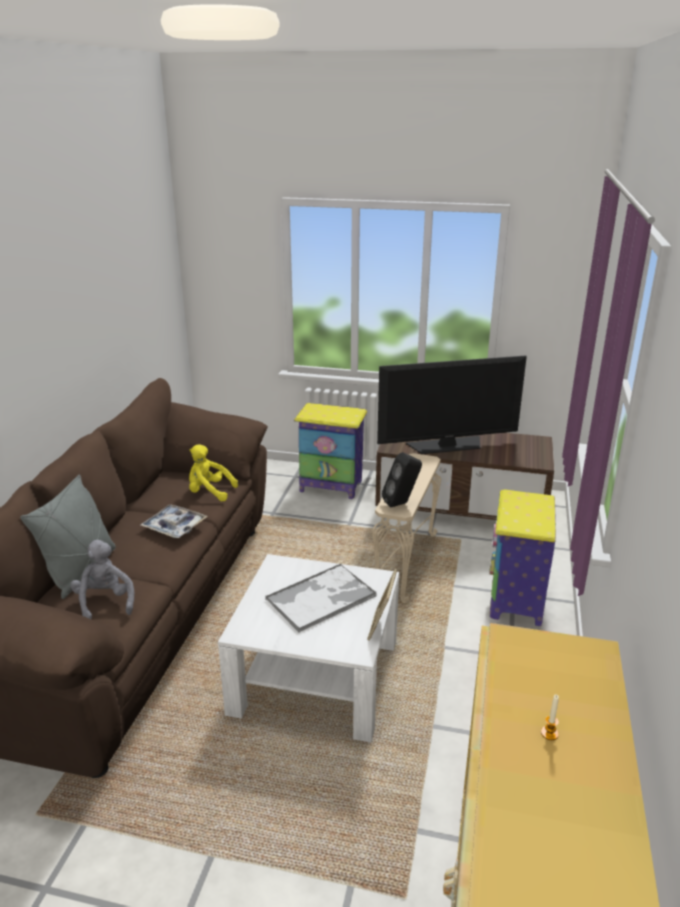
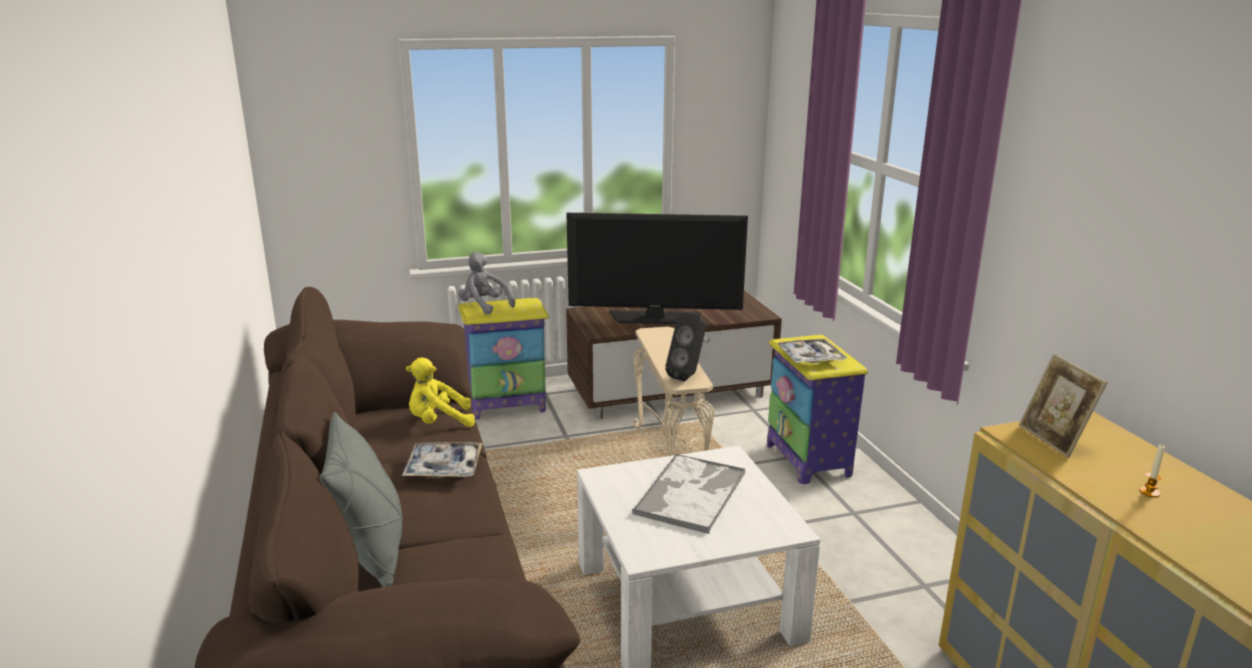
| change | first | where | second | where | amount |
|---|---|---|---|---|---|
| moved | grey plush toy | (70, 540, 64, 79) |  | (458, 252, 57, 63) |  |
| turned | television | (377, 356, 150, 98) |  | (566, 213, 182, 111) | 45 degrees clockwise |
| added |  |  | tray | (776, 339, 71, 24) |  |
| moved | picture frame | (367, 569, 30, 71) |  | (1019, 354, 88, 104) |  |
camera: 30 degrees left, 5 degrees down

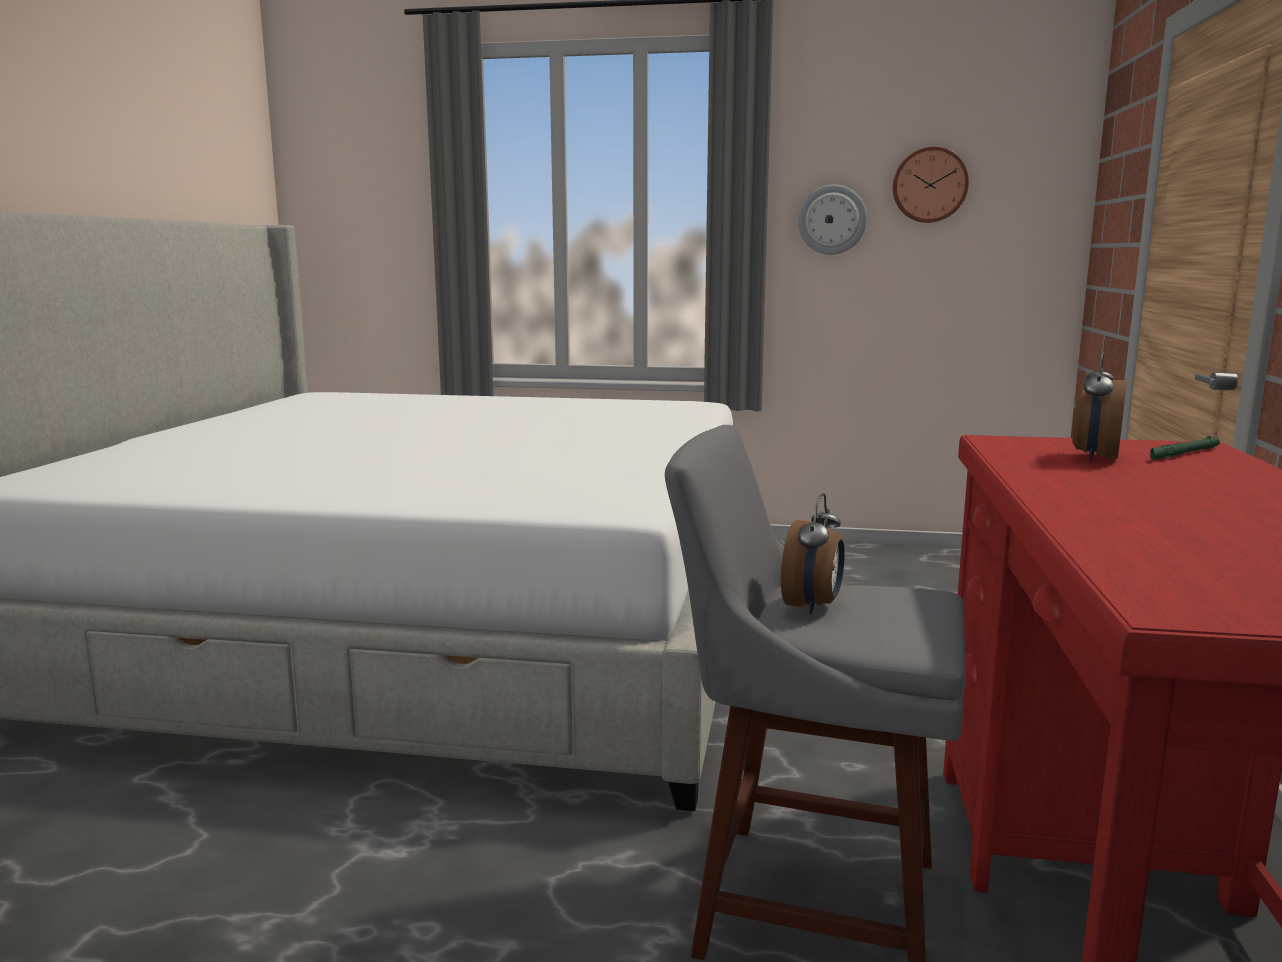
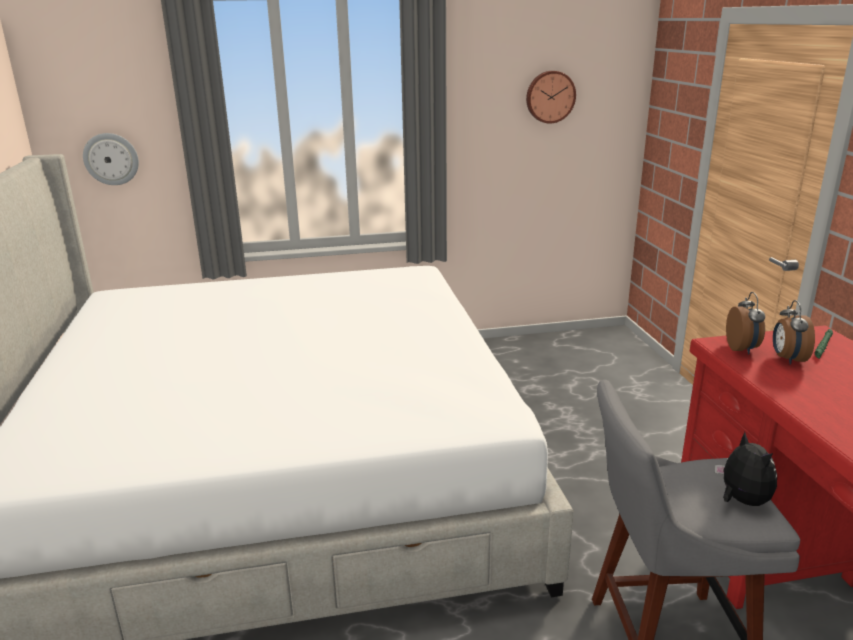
| change | first | where | second | where | amount |
|---|---|---|---|---|---|
| moved | wall clock | (798, 185, 69, 70) |  | (83, 133, 56, 52) |  |
| added |  |  | plush toy | (715, 432, 62, 74) |  |
| moved | alarm clock | (781, 493, 64, 122) |  | (726, 292, 39, 62) |  |
camera: 20 degrees left, 10 degrees up

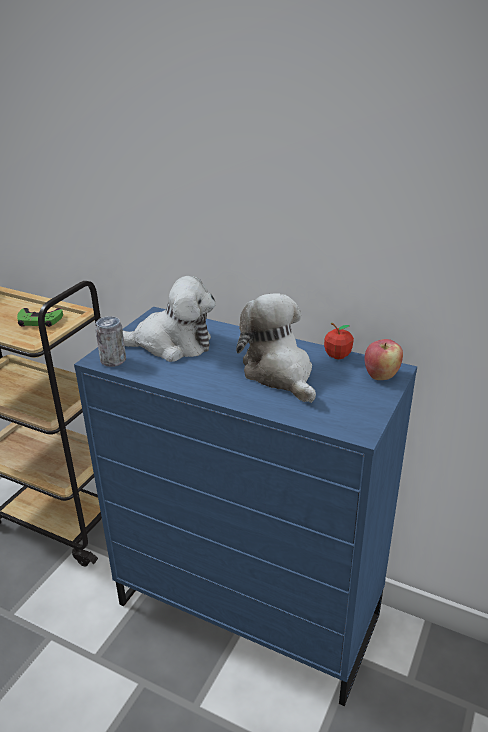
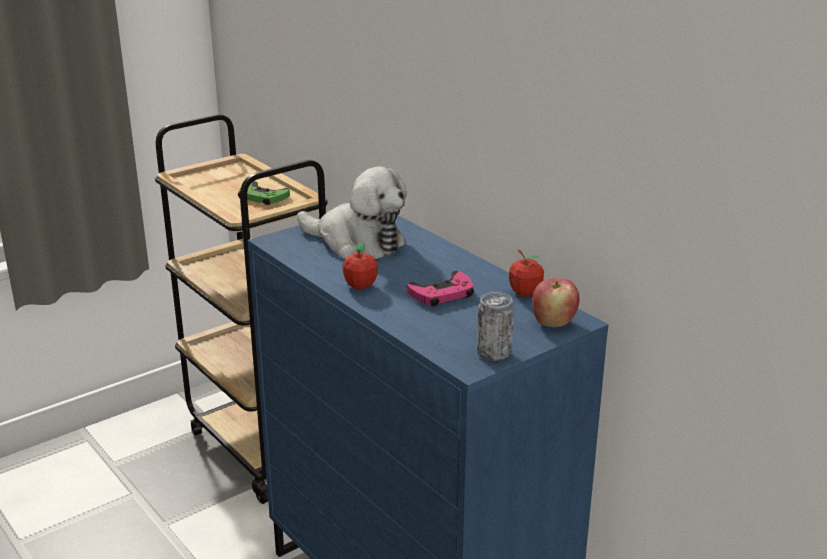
| change | first | where | second | where | amount |
|---|---|---|---|---|---|
| added |  |  | apple | (342, 243, 36, 47) |  |
| replaced | plush toy | (236, 293, 80, 110) | pink game controller | (407, 271, 67, 35) |  |
| moved | can | (95, 316, 31, 51) |  | (477, 292, 37, 69) |  |
camera: 25 degrees right, 5 degrees down

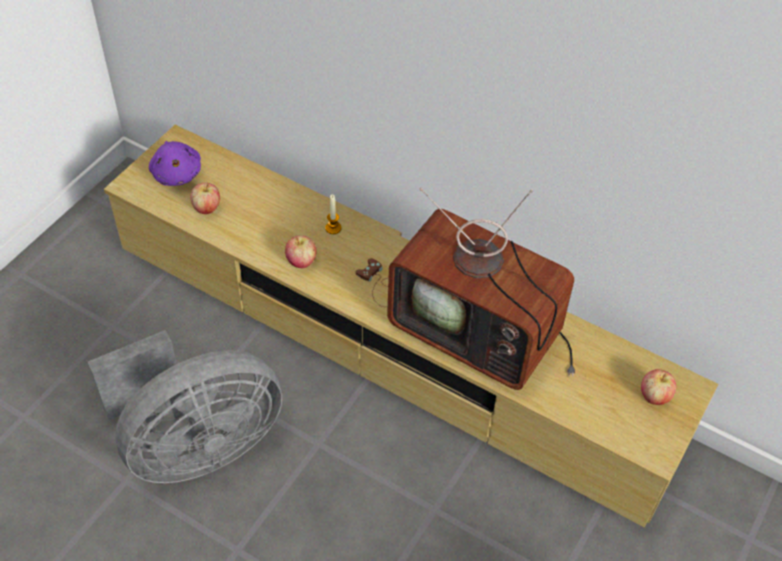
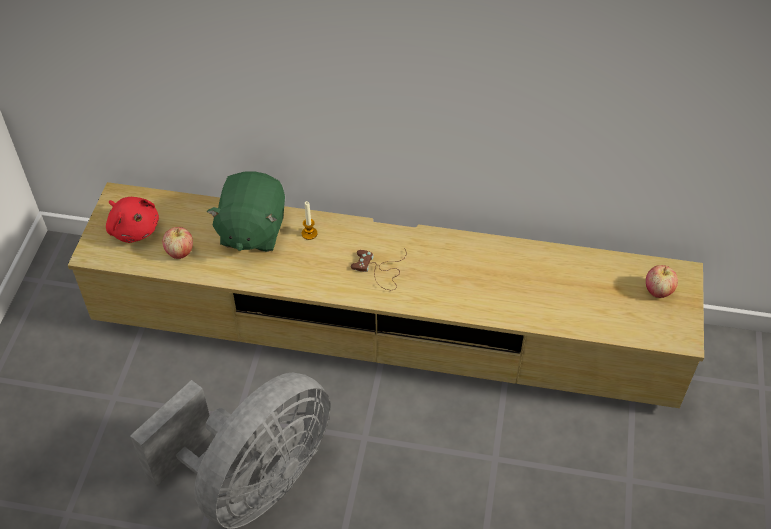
| change | first | where | second | where | amount |
|---|---|---|---|---|---|
| recoloured | purple plush toy | (149, 141, 52, 45) | red plush toy | (106, 197, 53, 46) |  |
| added |  |  | green plush toy | (207, 172, 78, 80) |  |
| removed | apple | (285, 236, 31, 32) |  |  |  |
| removed | television | (387, 188, 188, 202) |  |  |  |
camera: 20 degrees left, 0 degrees up

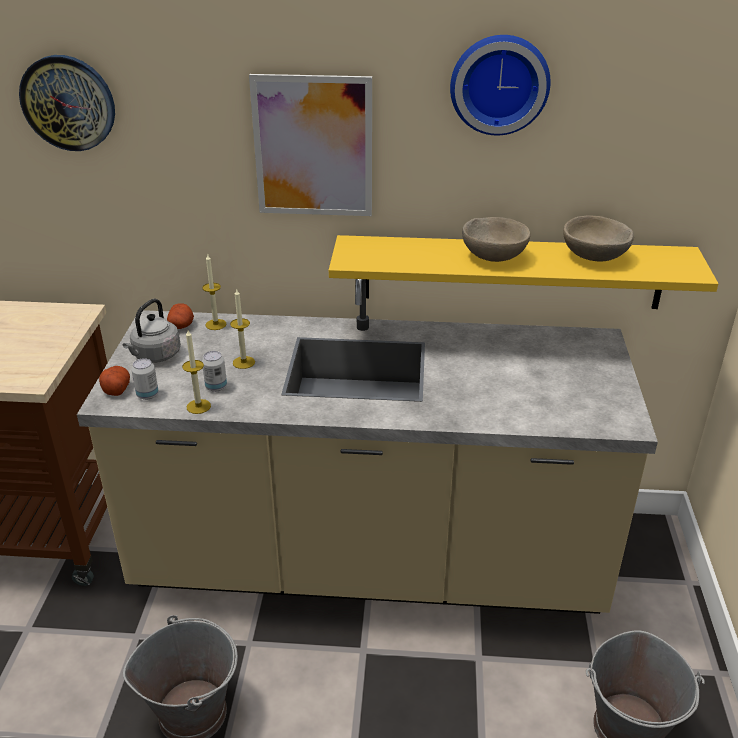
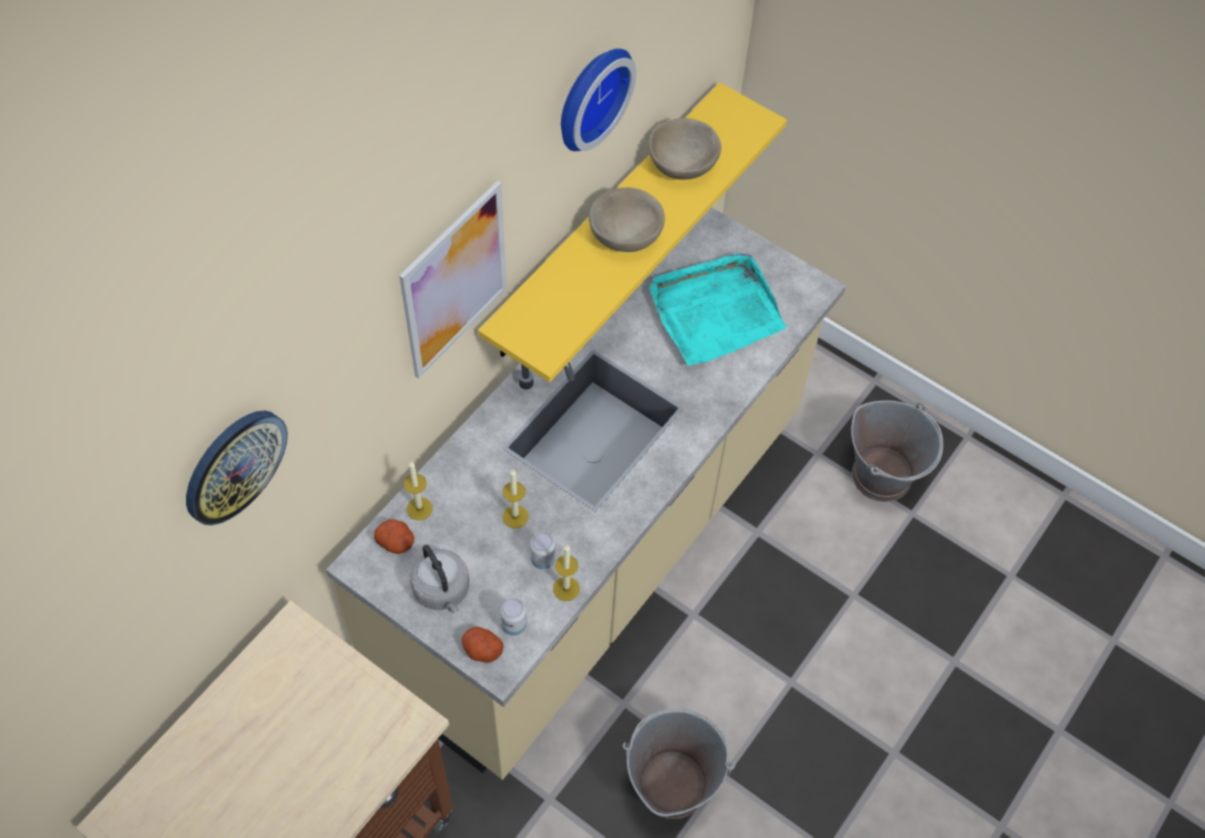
| change | first | where | second | where | amount |
|---|---|---|---|---|---|
| added |  |  | turquoise tray | (649, 253, 137, 113) |  |
camera: 60 degrees left, 25 degrees up

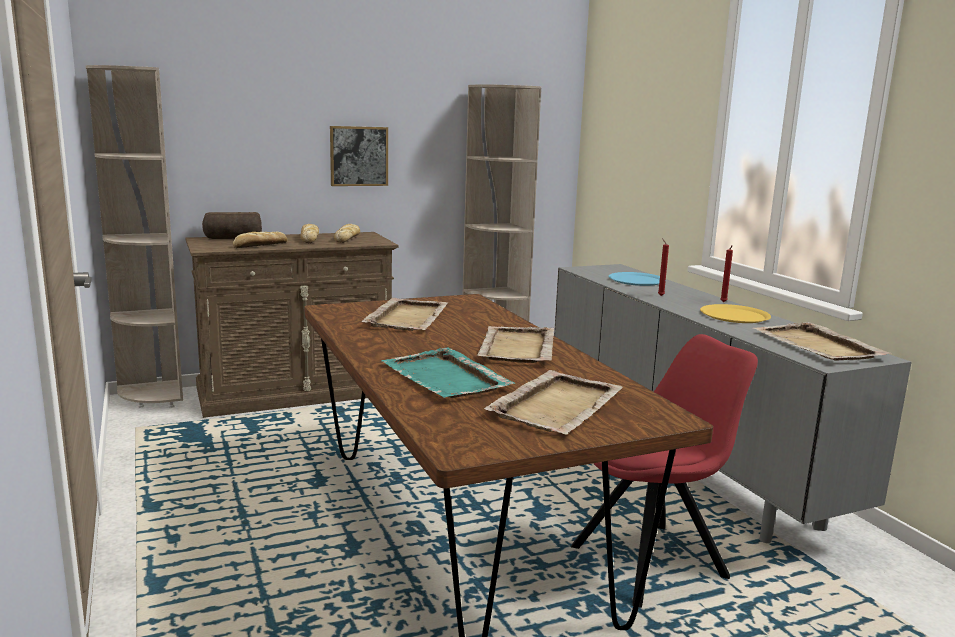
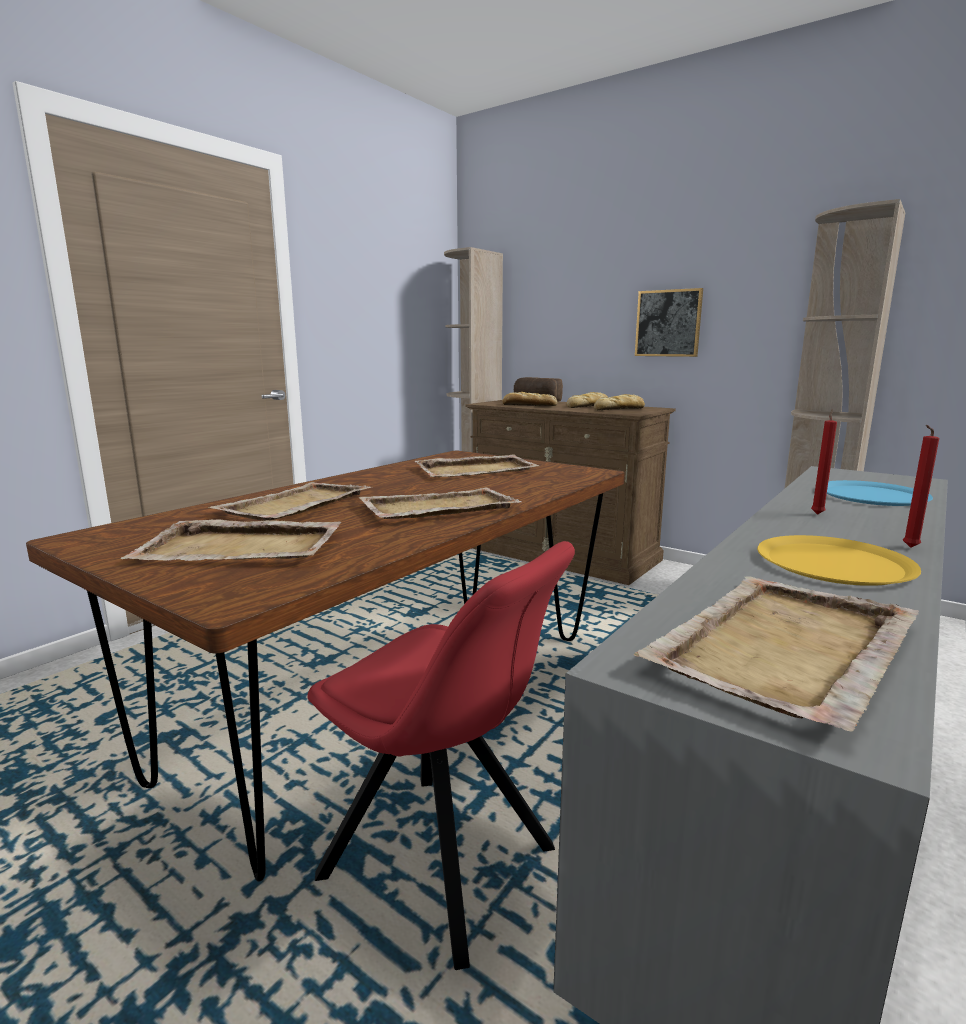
| change | first | where | second | where | amount |
|---|---|---|---|---|---|
| recoloured | turquoise tray | (381, 347, 134, 51) | beige tray | (208, 482, 163, 39) |  |
camera: 60 degrees right, 0 degrees up

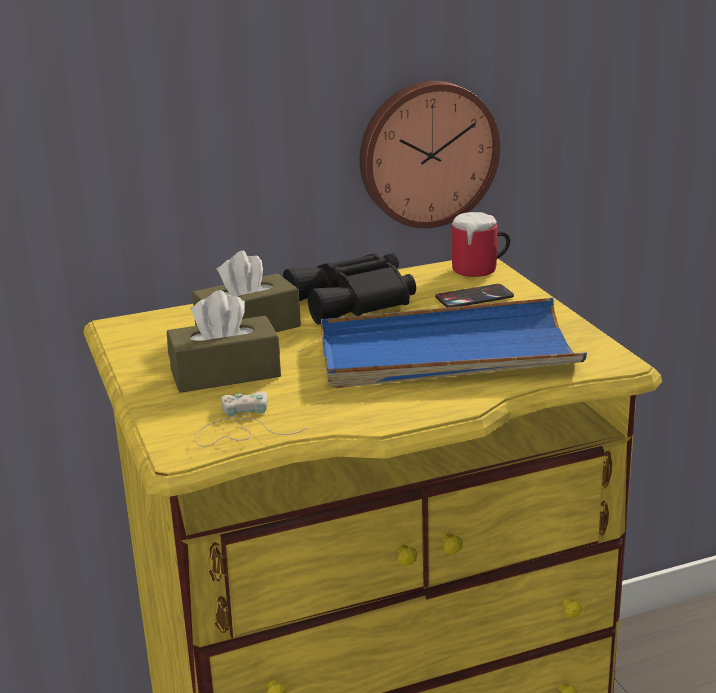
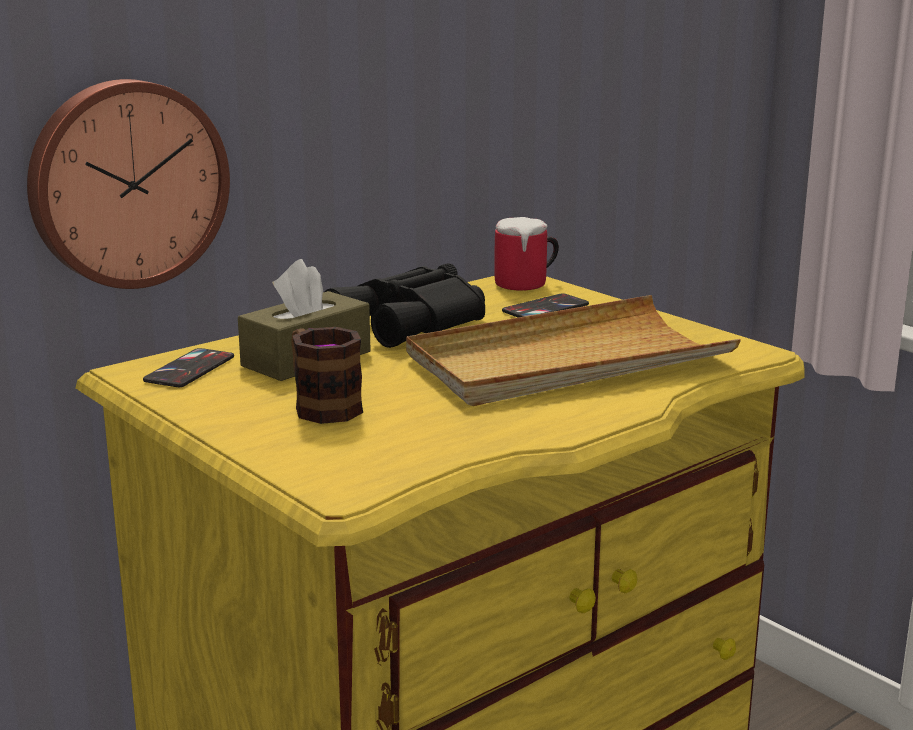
| change | first | where | second | where | amount |
|---|---|---|---|---|---|
| moved | wall clock | (360, 81, 140, 147) |  | (27, 79, 203, 210) |  |
| added |  |  | phone | (143, 348, 91, 39) |  |
| replaced | brown tissue box | (167, 290, 114, 103) | mug | (291, 327, 72, 97) |  |
| recoloured | blue tray | (321, 298, 266, 90) | beige tray | (406, 295, 335, 111) |  |
| removed | white game controller | (195, 391, 112, 55) |  |  |  |
camera: 20 degrees left, 5 degrees down

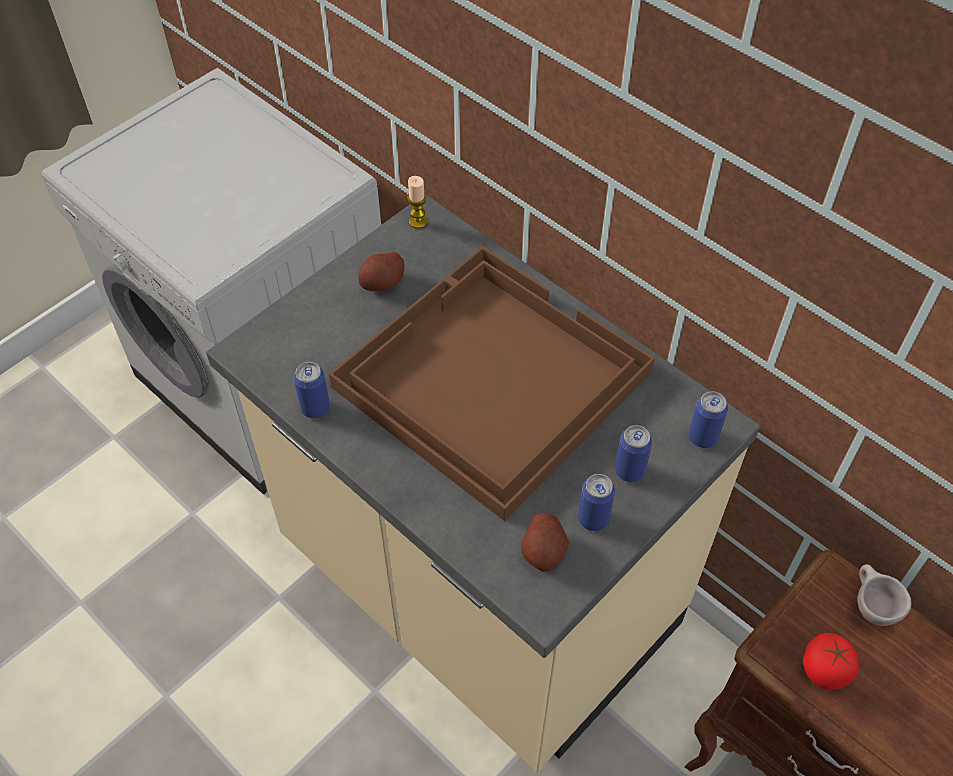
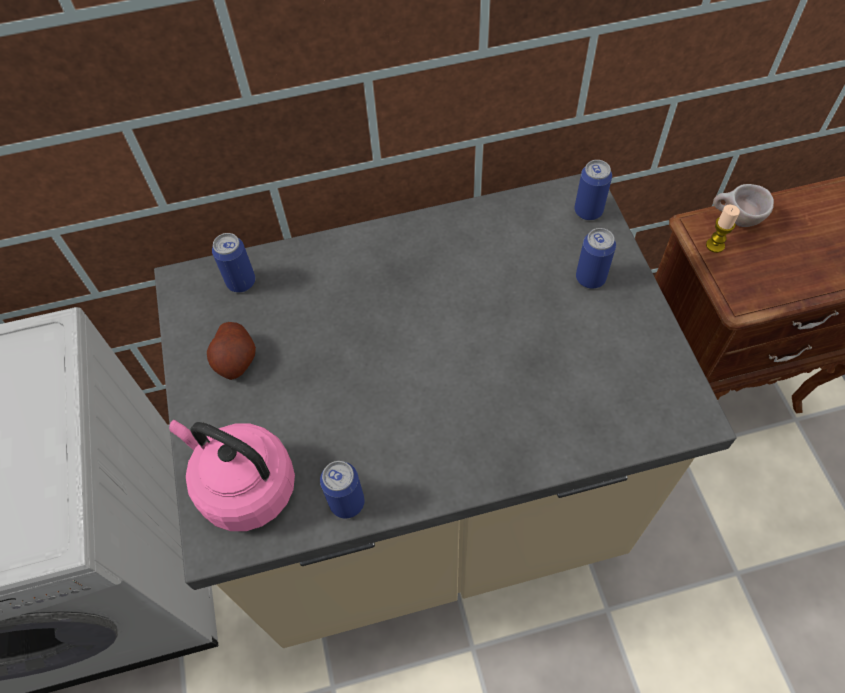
| change | first | where | second | where | amount |
|---|---|---|---|---|---|
| added |  |  | pink kettle | (169, 420, 126, 111) |  |
| moved | can | (578, 474, 37, 57) |  | (212, 233, 43, 59) |  |
| moved | candle | (407, 176, 21, 53) |  | (706, 205, 34, 48) |  |
| removed | brown tray | (329, 246, 326, 275) |  |  |  |
| removed | potato | (521, 513, 48, 59) |  |  |  |
| removed | tomato | (803, 633, 56, 57) |  |  |  |
camera: 55 degrees left, 5 degrees up

